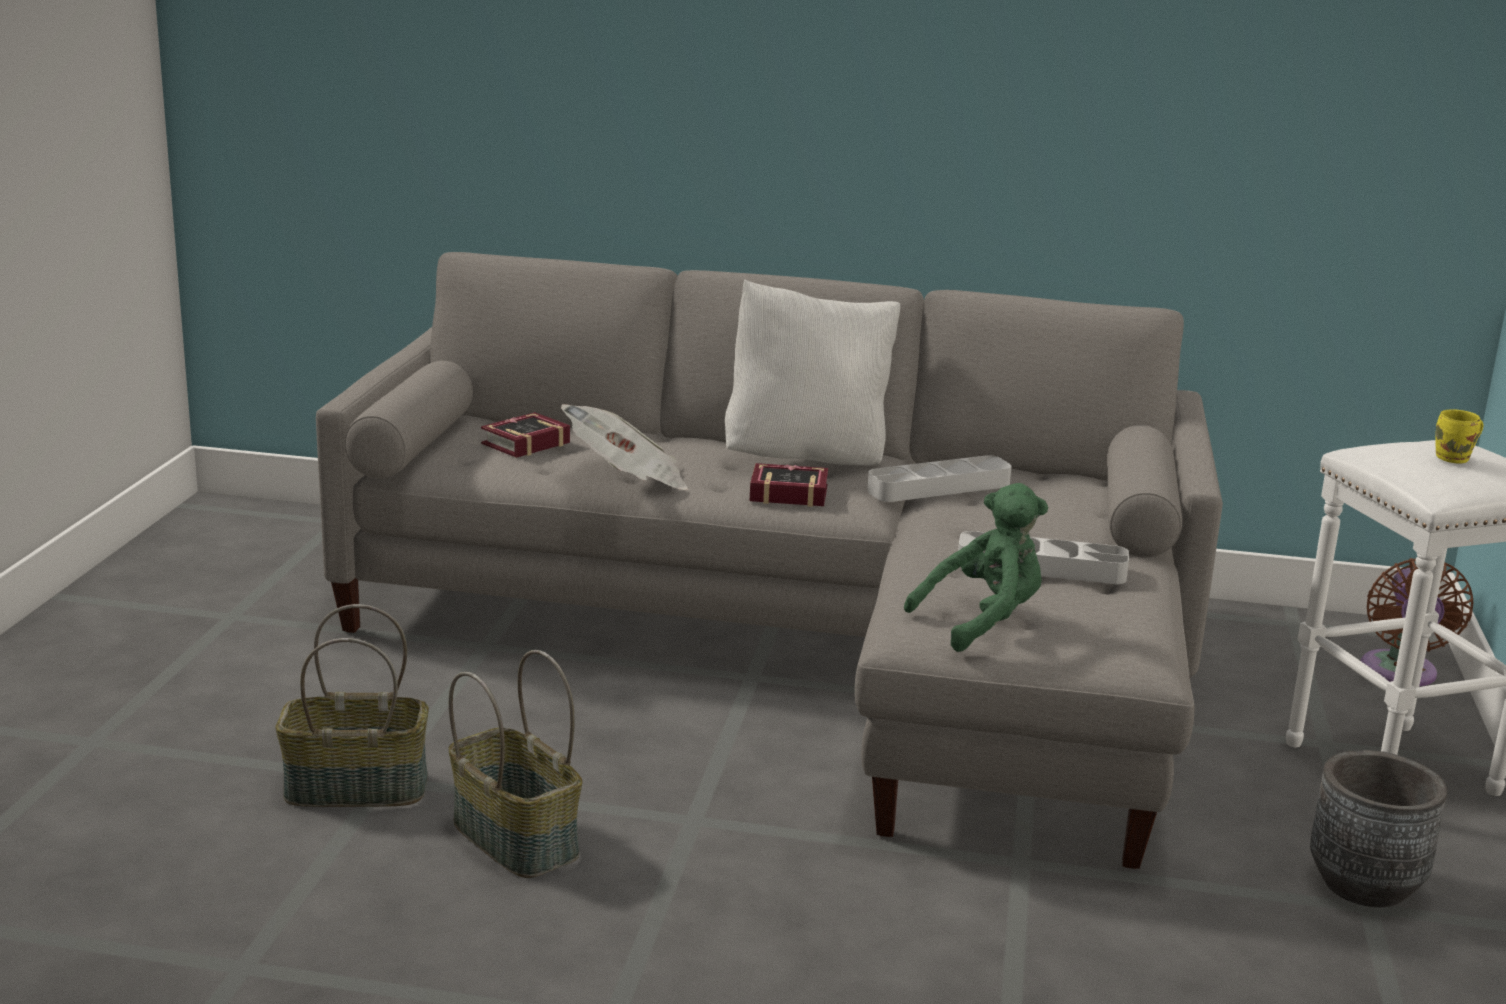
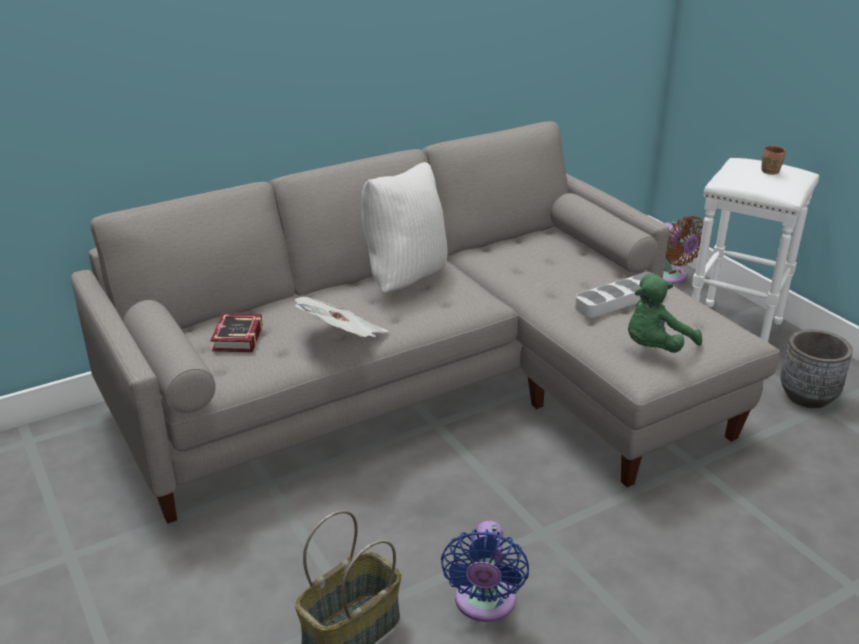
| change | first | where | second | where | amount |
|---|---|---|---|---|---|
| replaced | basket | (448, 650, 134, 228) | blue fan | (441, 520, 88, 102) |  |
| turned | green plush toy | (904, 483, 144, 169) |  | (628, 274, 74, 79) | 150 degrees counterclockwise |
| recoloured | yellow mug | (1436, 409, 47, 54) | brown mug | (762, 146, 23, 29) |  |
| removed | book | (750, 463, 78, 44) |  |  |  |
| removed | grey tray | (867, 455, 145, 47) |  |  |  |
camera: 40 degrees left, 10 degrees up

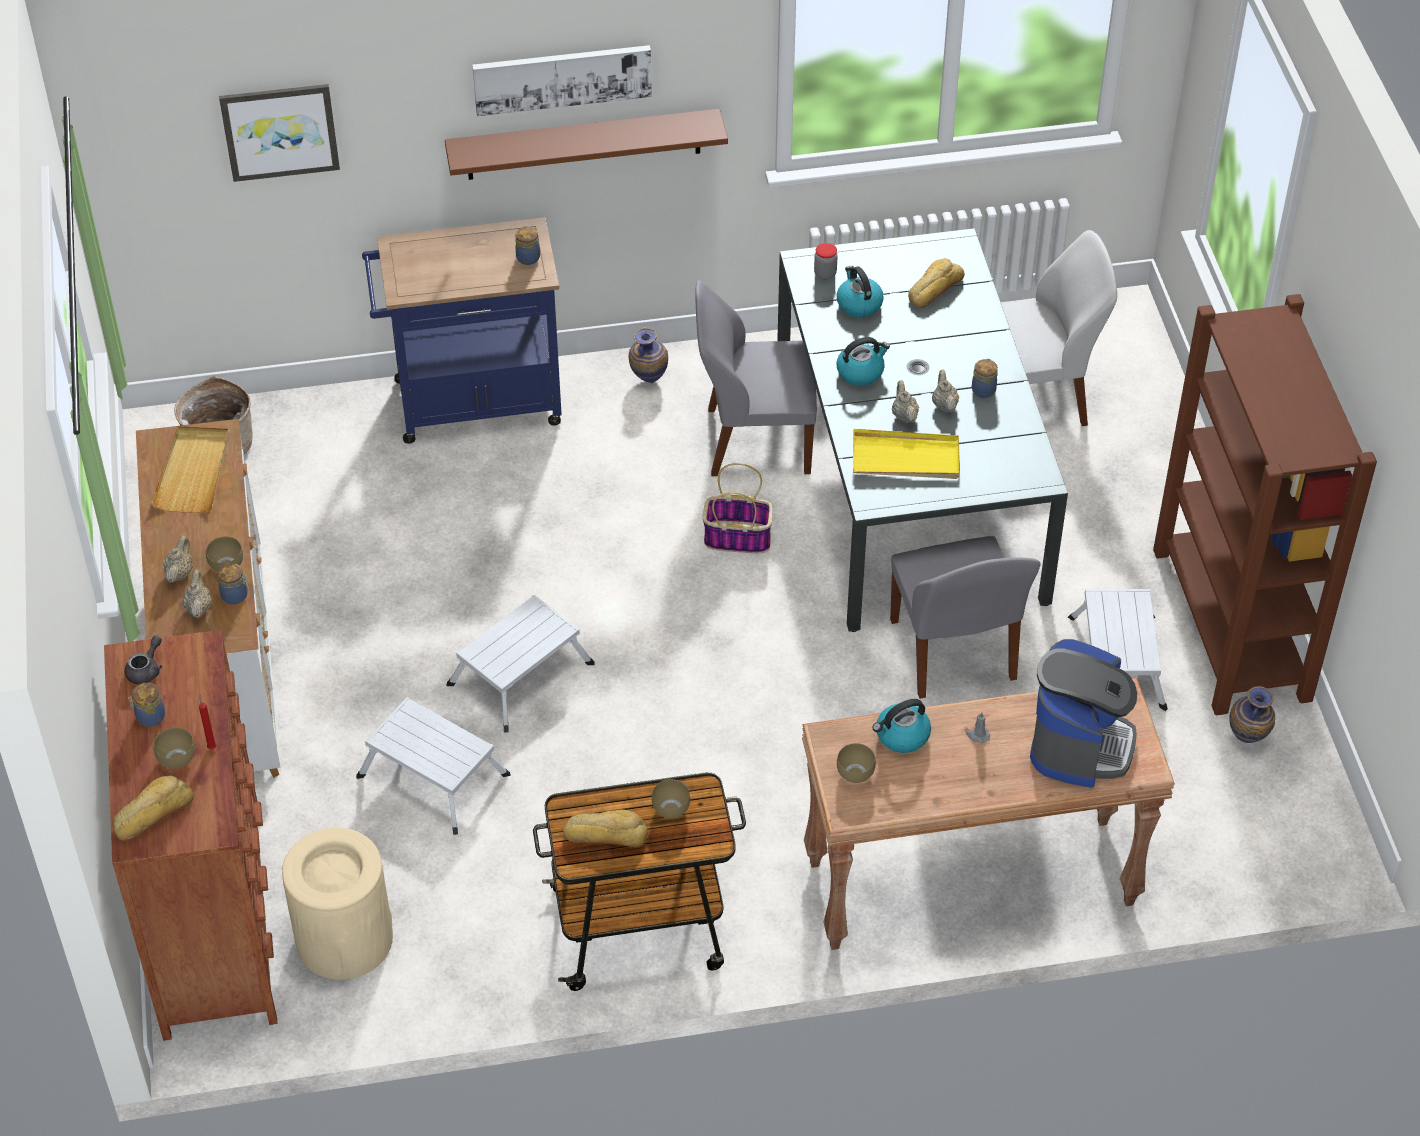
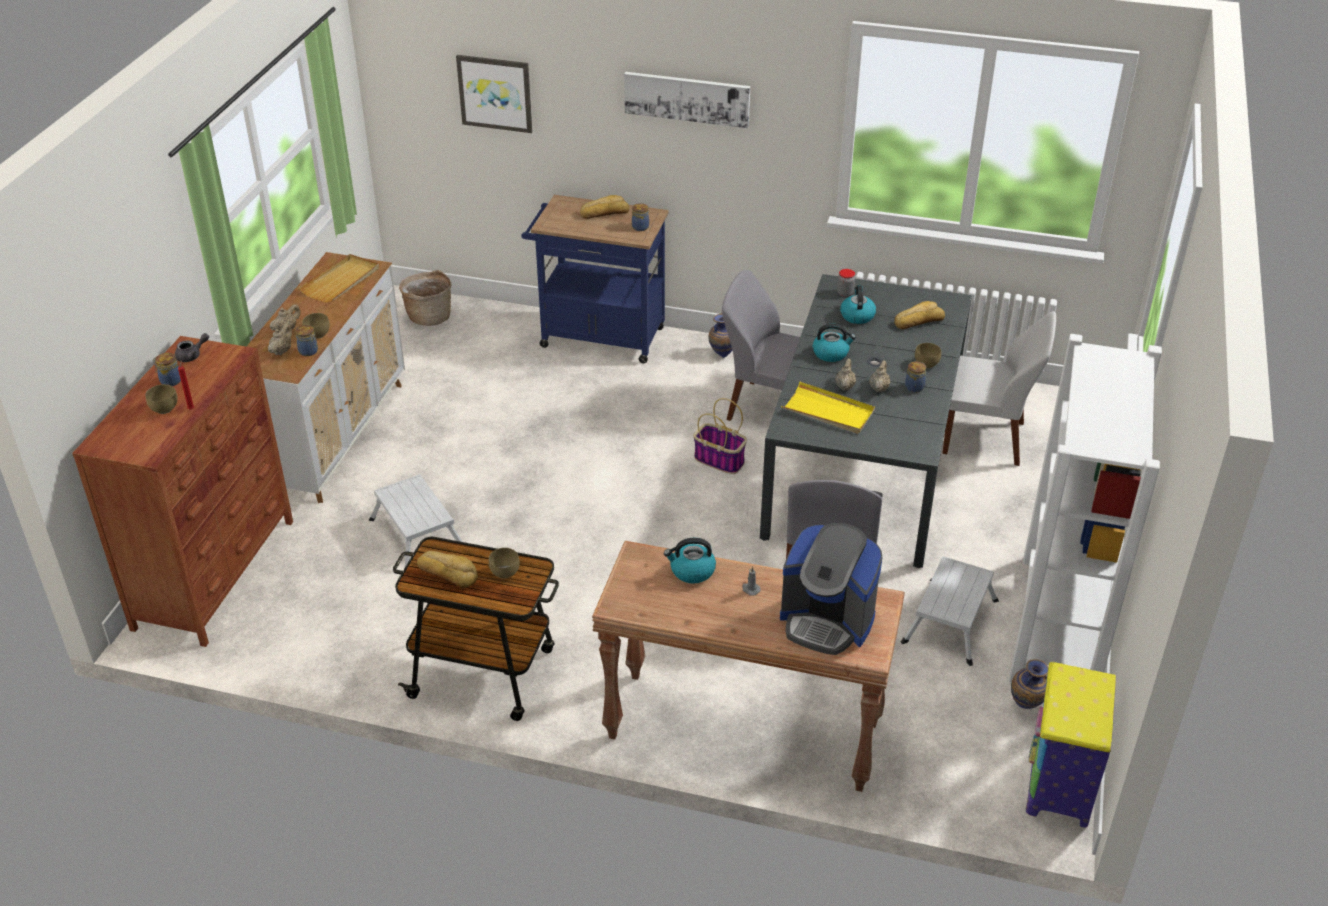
| change | first | where | second | where | amount |
|---|---|---|---|---|---|
| moved | bread | (113, 776, 81, 65) |  | (580, 195, 49, 24) |  |
| turned | coffee machine | (1030, 639, 107, 149) |  | (780, 523, 103, 132) | 75 degrees clockwise |
| moved | brown bowl | (837, 743, 39, 40) |  | (915, 343, 26, 25) |  |
| recoloured | brown bookcase | (1153, 294, 224, 421) | white bookcase | (1009, 334, 153, 348) |  |
| added |  |  | nightstand | (1026, 662, 90, 166) |  |
| removed | beige trash can | (282, 827, 111, 153) |  |  |  |
| removed | brown shelf | (445, 109, 283, 71) |  |  |  |
| removed | white step ladder | (446, 595, 149, 138) |  |  |  |
camera: 25 degrees right, 10 degrees down

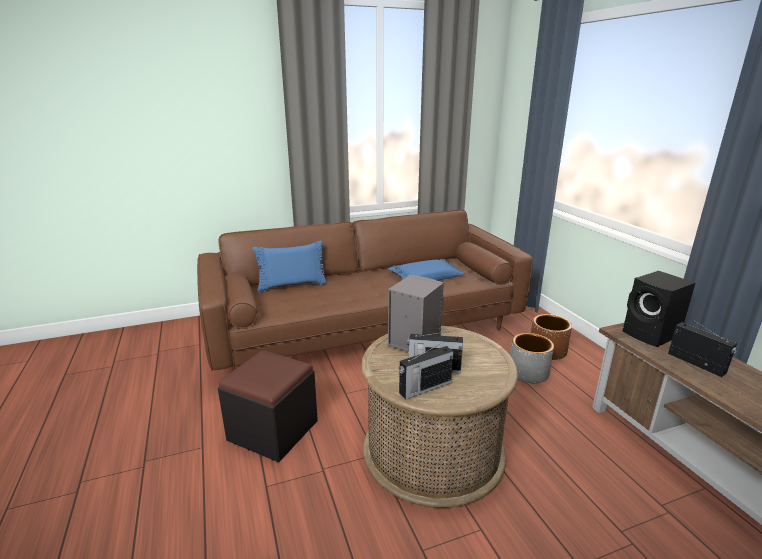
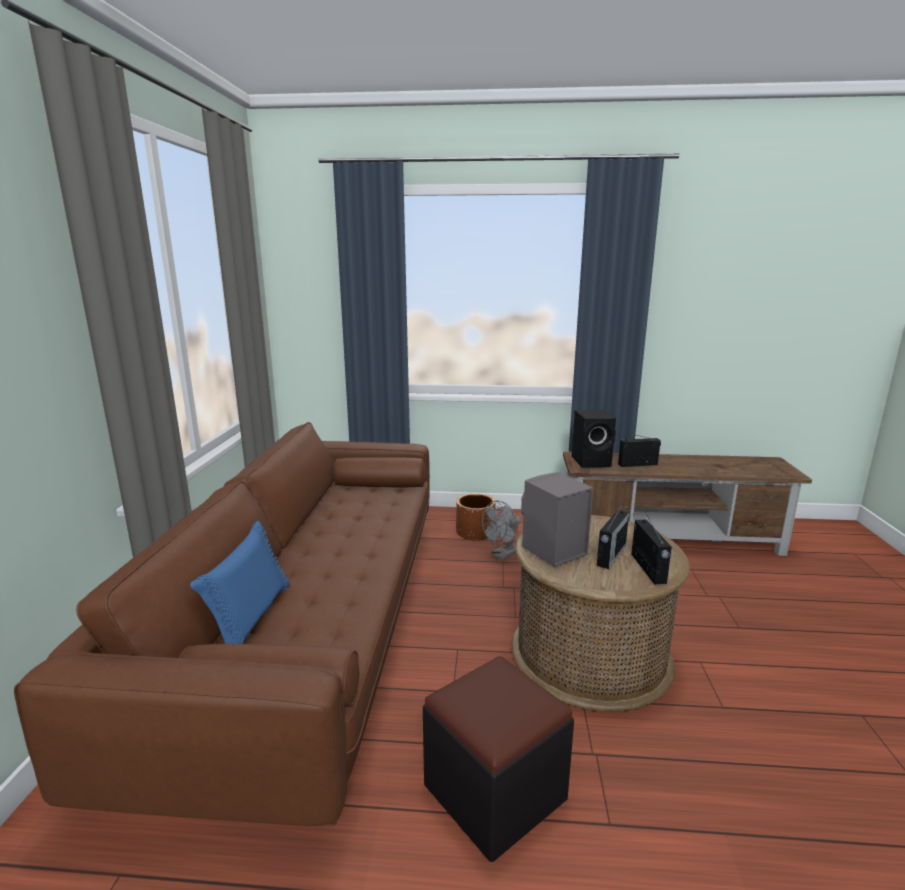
| change | first | where | second | where | amount |
|---|---|---|---|---|---|
| replaced | grey planter | (510, 333, 44, 50) | grey fan | (482, 501, 39, 59) |  |
| removed | blue pillow | (388, 259, 77, 22) |  |  |  |
camera: 65 degrees left, 5 degrees down

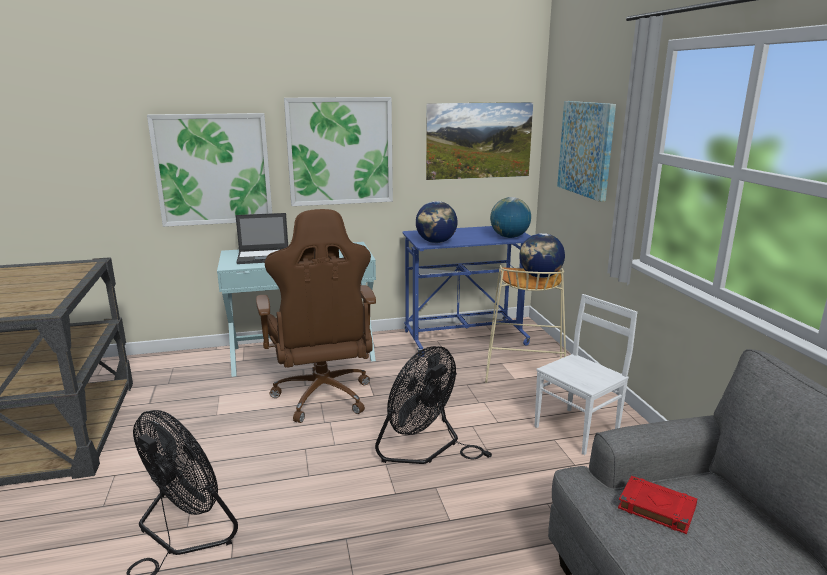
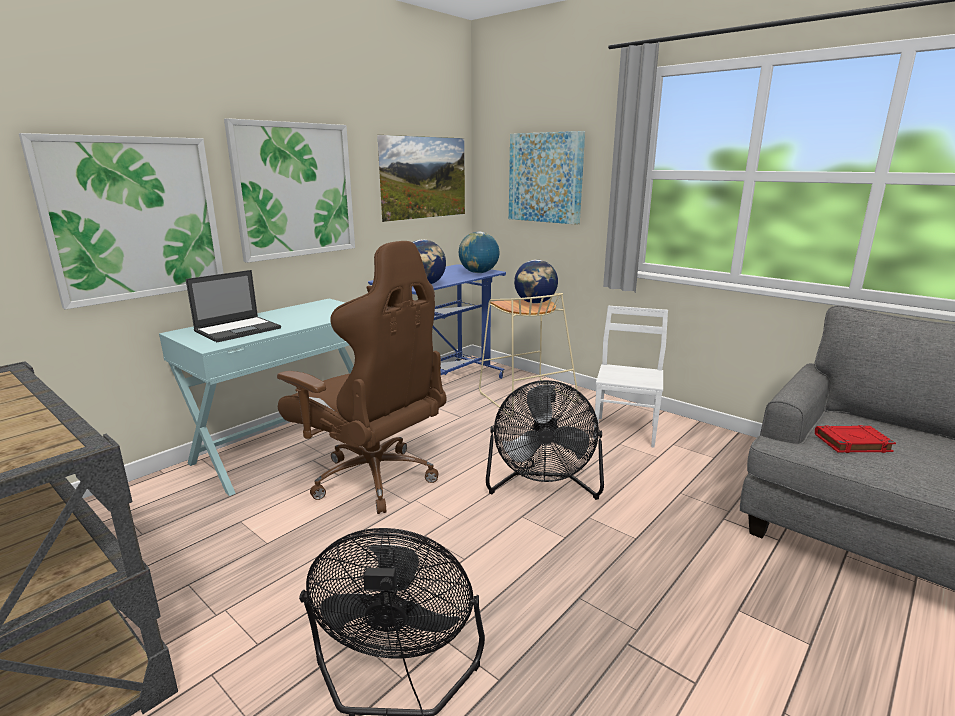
| change | first | where | second | where | amount |
|---|---|---|---|---|---|
| turned | black fan | (375, 346, 117, 118) |  | (486, 380, 118, 120) | 90 degrees counterclockwise |
camera: 35 degrees left, 0 degrees up

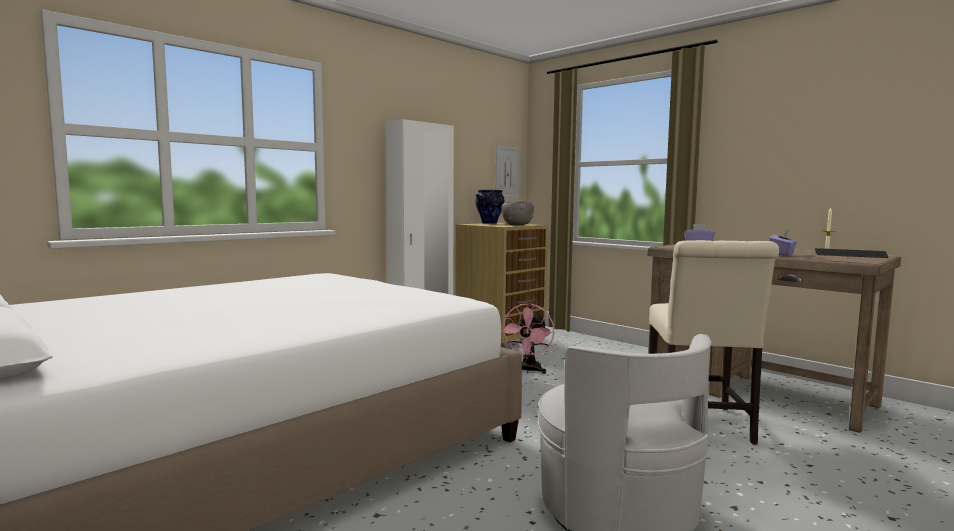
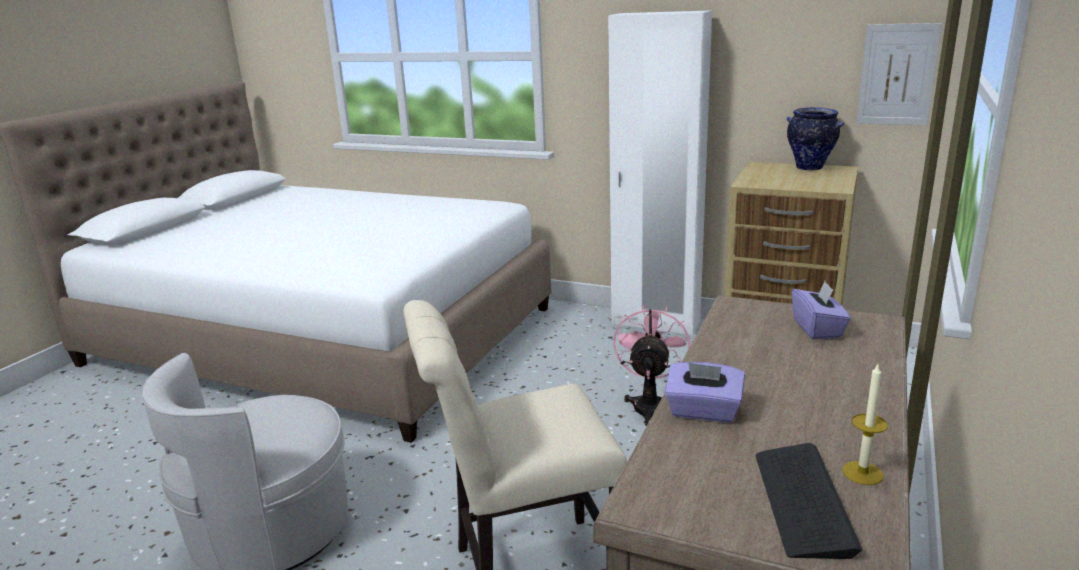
| change | first | where | second | where | amount |
|---|---|---|---|---|---|
| turned | pink fan | (501, 303, 53, 71) |  | (613, 304, 77, 122) | 105 degrees clockwise |
| removed | grey bowl | (501, 202, 33, 23) |  |  |  |
camera: 70 degrees right, 15 degrees up

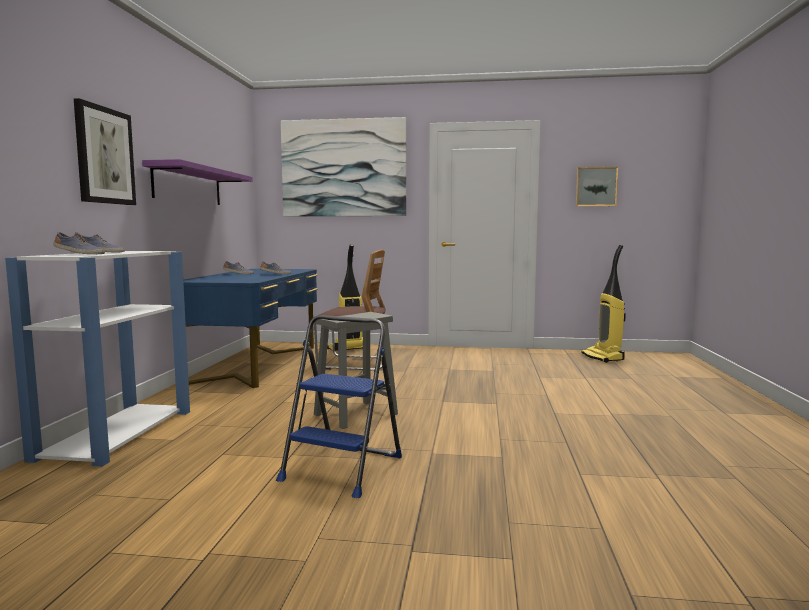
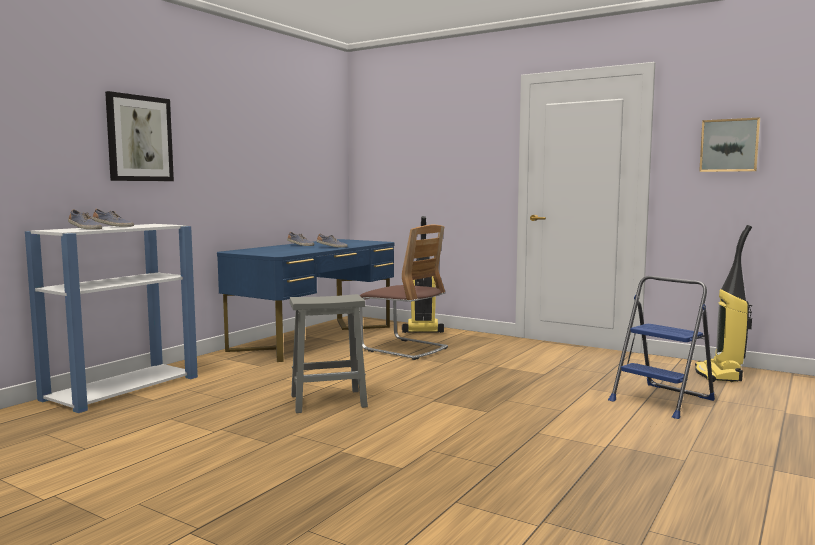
| change | first | where | second | where | amount |
|---|---|---|---|---|---|
| moved | blue step ladder | (276, 315, 126, 183) |  | (608, 276, 107, 143) |  |
| removed | purple shelf | (142, 159, 111, 46) |  |  |  |
| removed | picture | (281, 117, 125, 99) |  |  |  |
camera: 25 degrees right, 0 degrees up

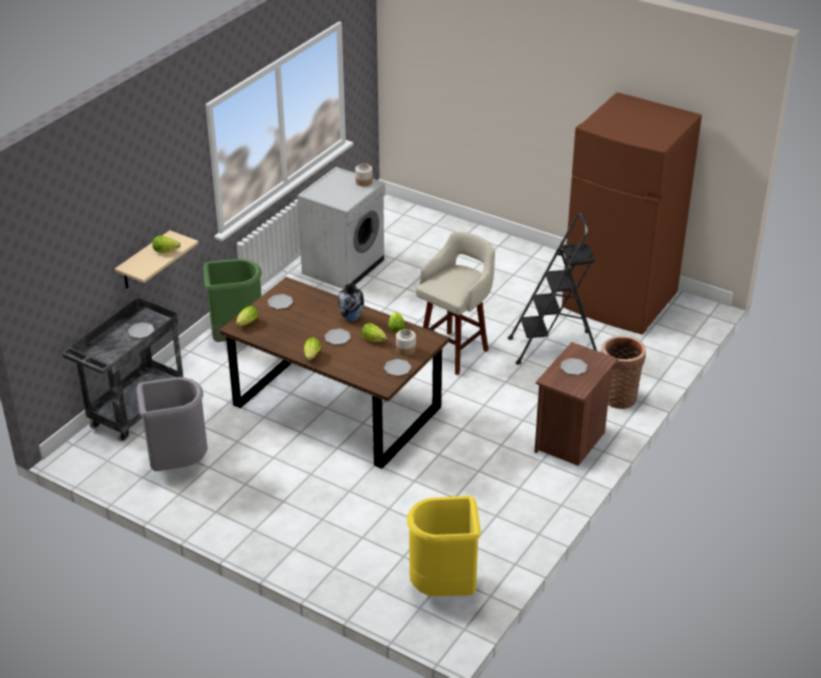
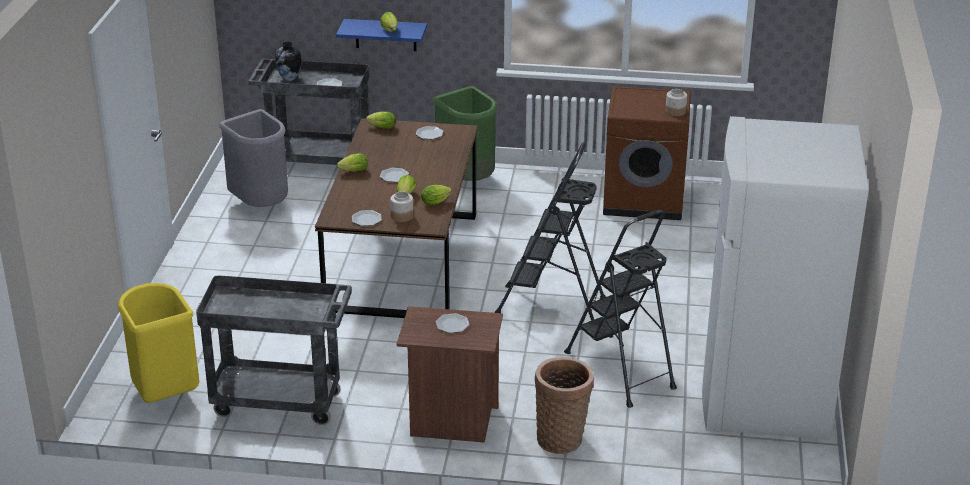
| change | first | where | second | where | amount |
|---|---|---|---|---|---|
| added |  |  | grey cart | (196, 276, 156, 149) |  |
| moved | vase | (338, 284, 26, 37) |  | (275, 41, 27, 40) |  |
| recoloured | beige shelf | (115, 230, 84, 59) | blue shelf | (336, 19, 91, 32) |  |
| replaced | beige stool | (416, 232, 79, 143) | step ladder | (494, 141, 112, 180) |  |
| recoloured | white washing machine | (297, 167, 88, 122) | brown washing machine | (603, 86, 88, 134) |  |
| recoloured | brown fridge | (562, 92, 140, 243) | white fridge | (702, 116, 167, 324) |  |
camera: 65 degrees right, 5 degrees down

